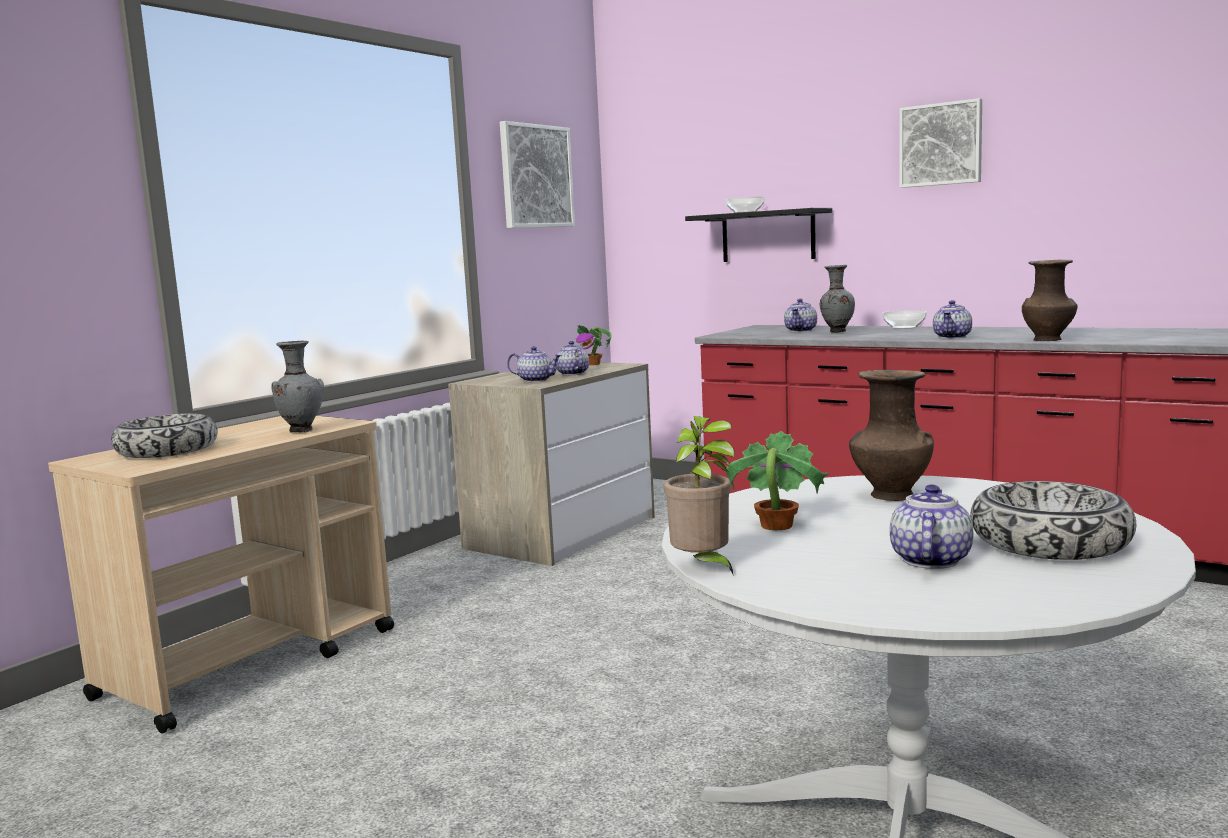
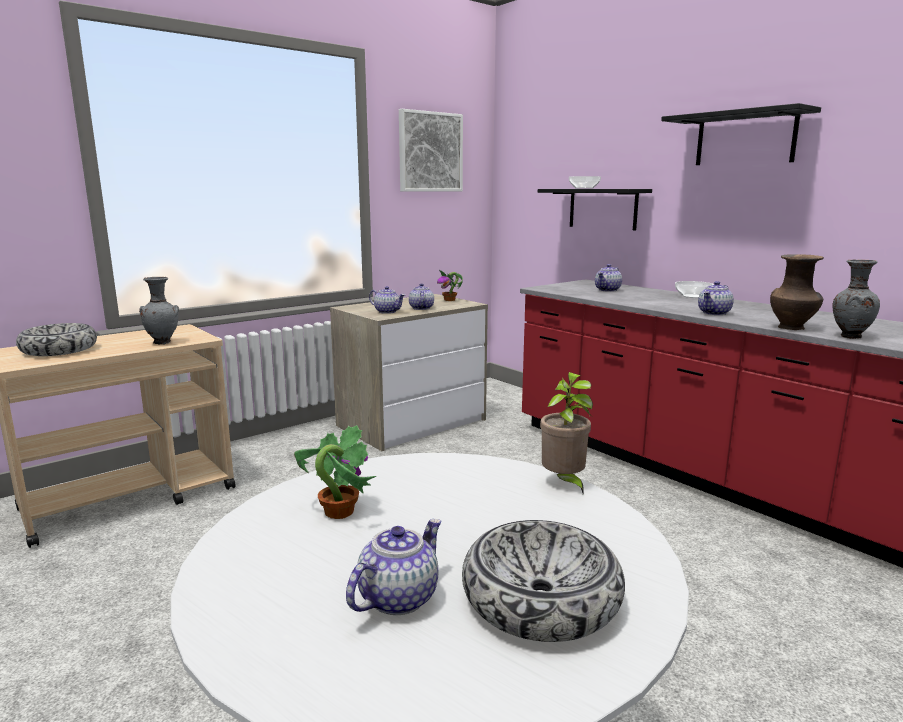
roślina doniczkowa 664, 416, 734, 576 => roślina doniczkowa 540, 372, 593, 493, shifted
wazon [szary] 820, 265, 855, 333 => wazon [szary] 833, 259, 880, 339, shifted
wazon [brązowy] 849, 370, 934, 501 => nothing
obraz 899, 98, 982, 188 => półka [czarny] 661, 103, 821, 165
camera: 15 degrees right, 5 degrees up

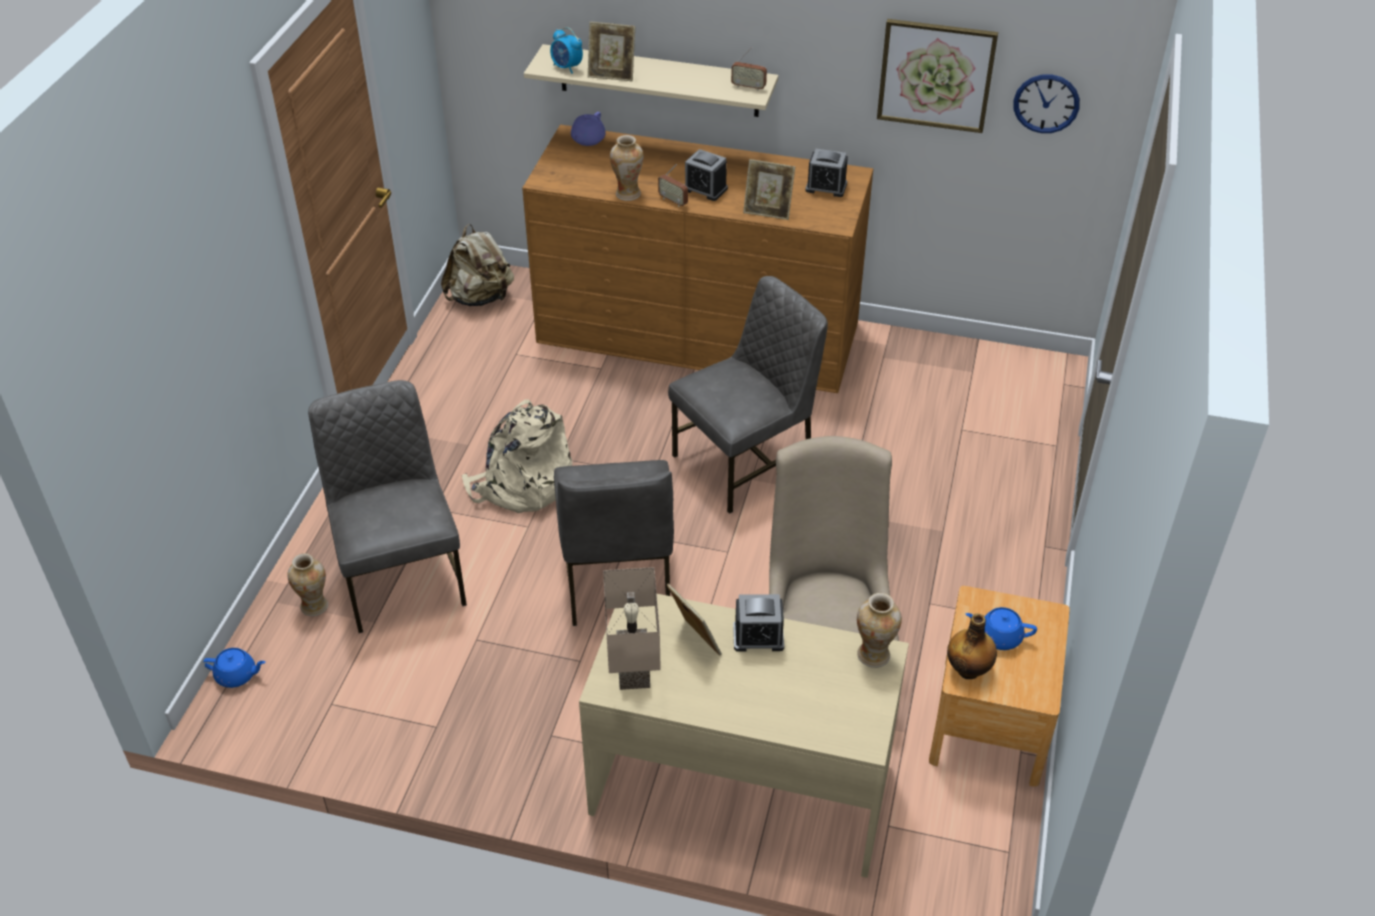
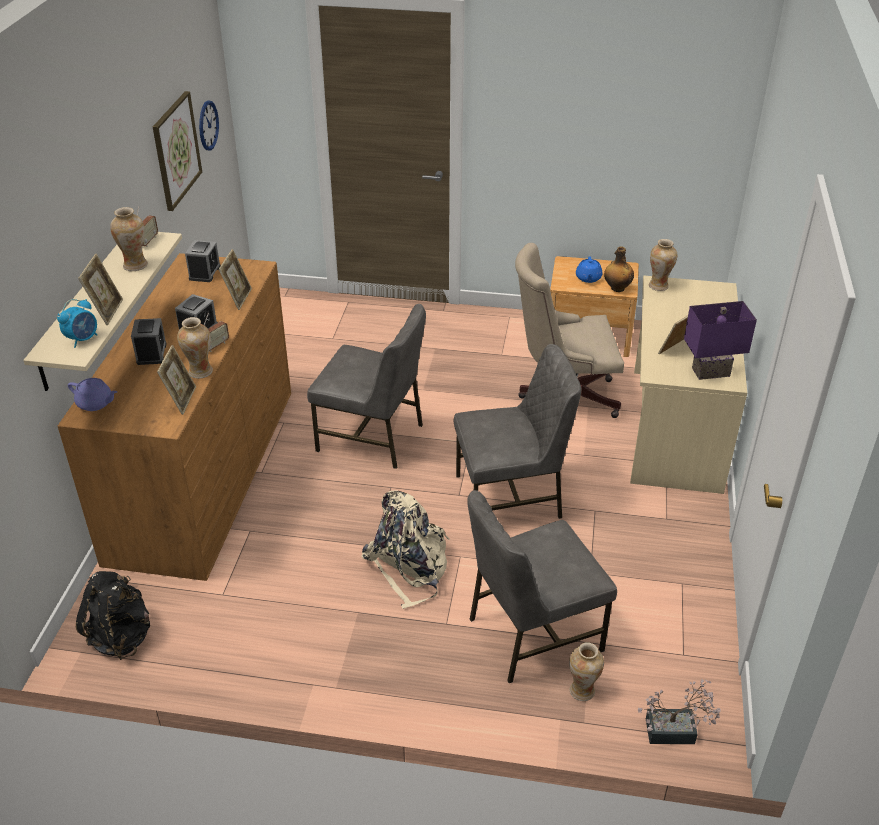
imbryk [niebieski] 203, 648, 265, 688 => roślina doniczkowa 638, 679, 721, 744
plecak [beżowy] 441, 224, 514, 306 => plecak [czarny] 76, 571, 150, 660
lampa stołowa [beżowy] 603, 567, 661, 690 => lampa stołowa [fioletowy] 684, 301, 757, 380
krzesło [szary] 668, 276, 828, 514 => krzesło [szary] 307, 304, 426, 469, 150 degrees clockwise
budzik 733, 594, 784, 651 => budzik 131, 318, 166, 365, shifted
nothing => wazon 110, 207, 148, 271
nothing => ramka na zdjęcie 157, 345, 196, 415
camera: 95 degrees left, 5 degrees down

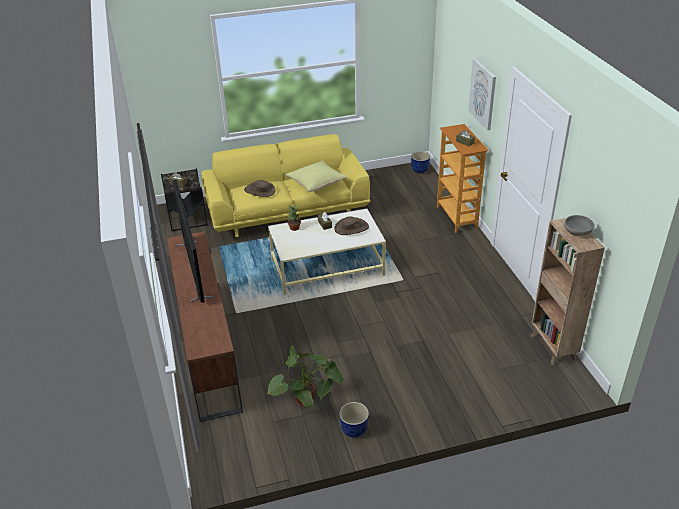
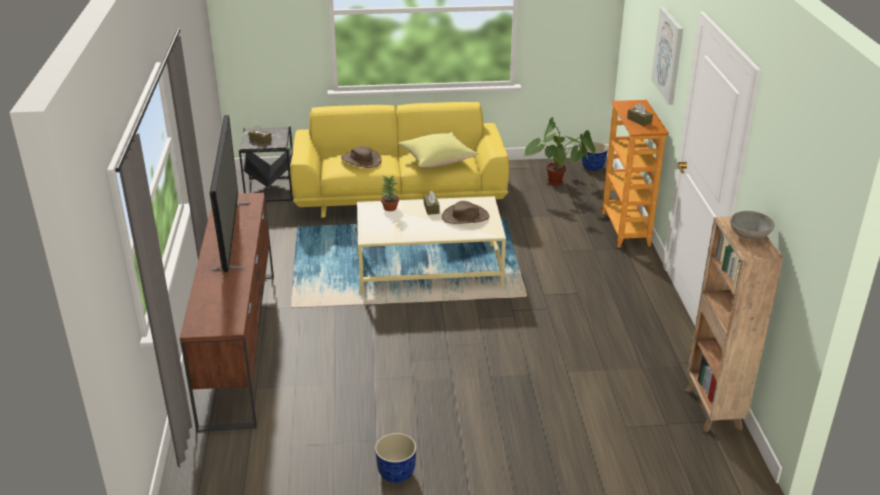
roślina doniczkowa 267, 346, 343, 408 => roślina doniczkowa 523, 117, 596, 186, shifted
camera: 10 degrees right, 5 degrees down

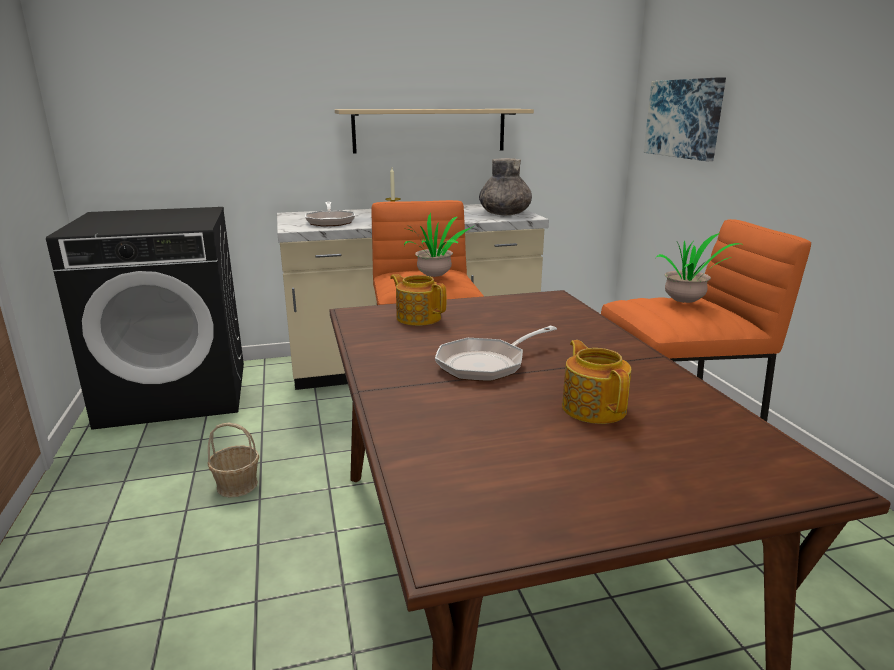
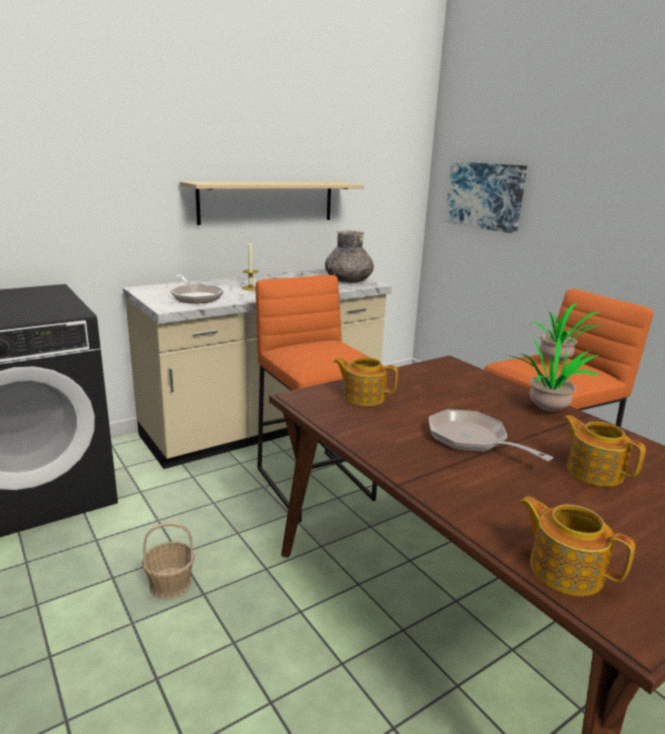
roślina doniczkowa 404, 212, 474, 278 => roślina doniczkowa 507, 336, 600, 412, shifted
patelnia 435, 326, 557, 382 => patelnia 429, 409, 553, 461, 105 degrees clockwise
nothing => imbryk 520, 496, 635, 596
camera: 20 degrees left, 0 degrees up

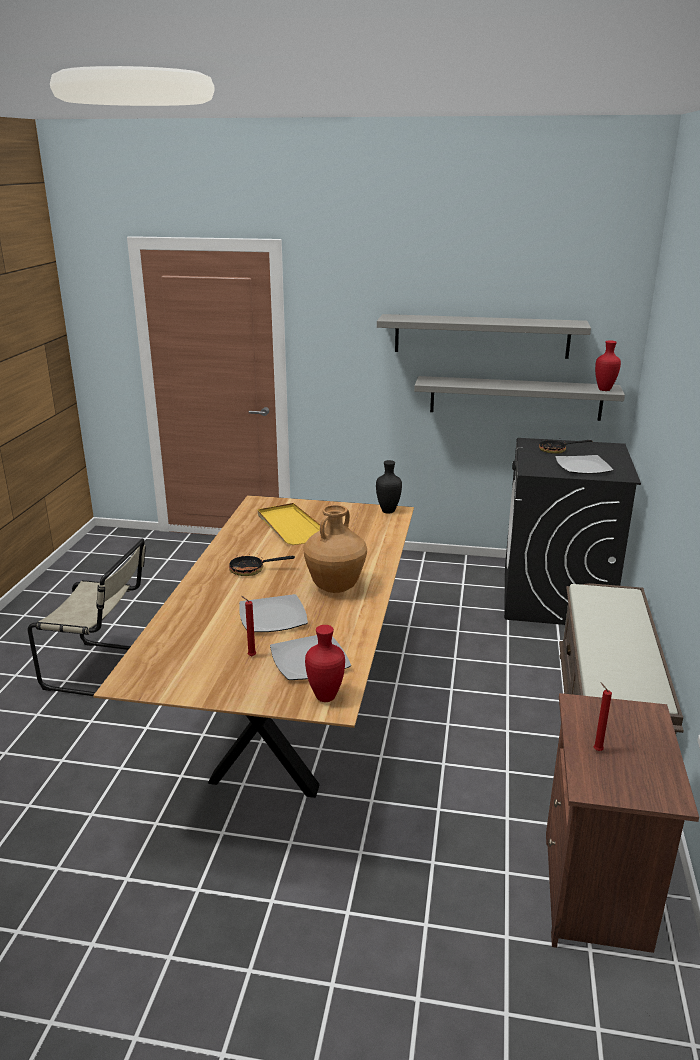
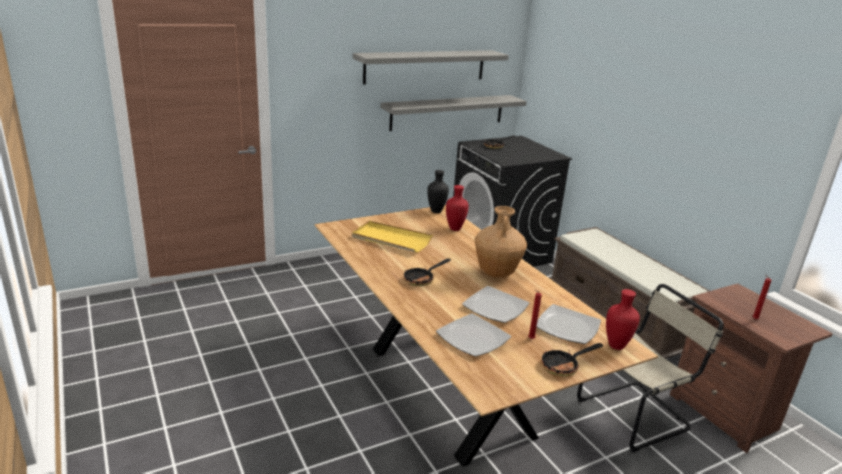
krzesło [beżowy] 28, 539, 146, 696 => krzesło [beżowy] 577, 284, 724, 452, shifted
talerz 555, 455, 613, 474 => talerz 436, 313, 511, 356, shifted
wazon [czerwony] 595, 341, 621, 391 => wazon [czerwony] 446, 185, 469, 231, shifted
nothing => patelnia 542, 343, 603, 376
camera: 40 degrees left, 0 degrees up

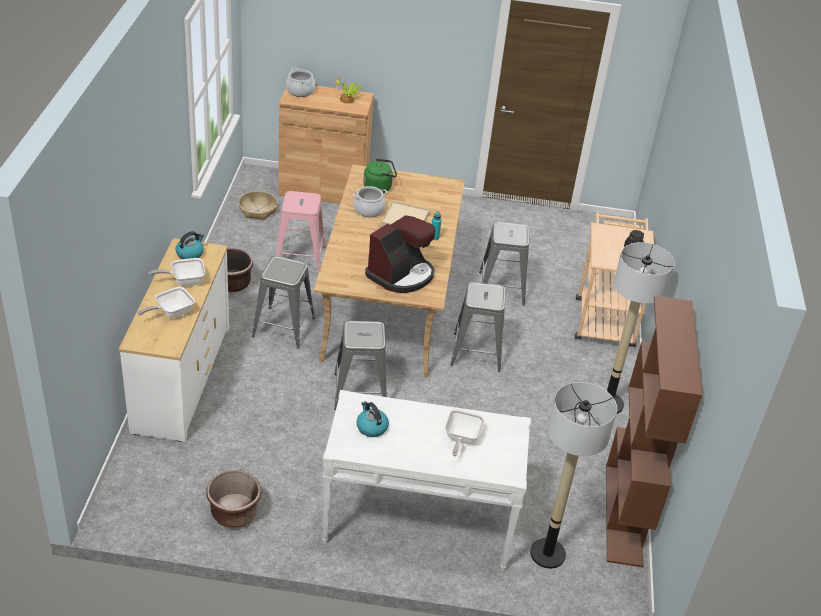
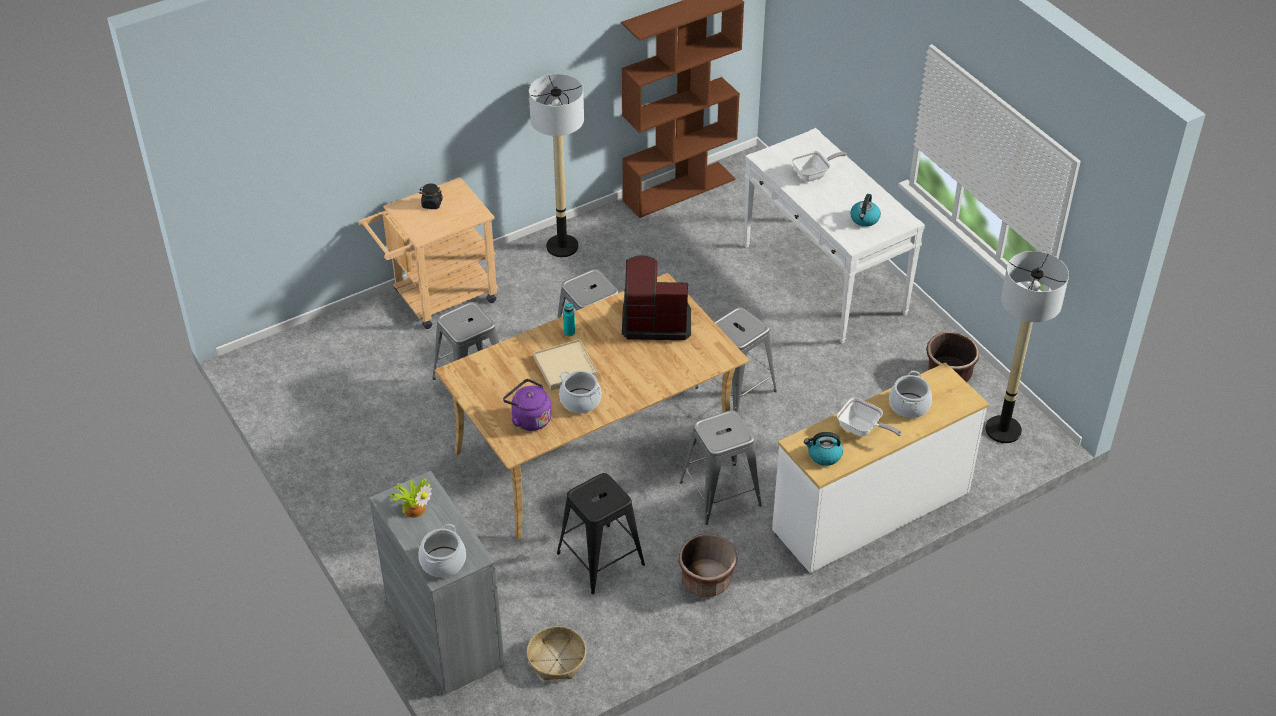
patelnia 138, 287, 195, 318 => garnek 889, 371, 932, 418
stołek [różowy] 276, 191, 326, 274 => stołek [czarny] 557, 473, 645, 594
szafka [brązowy] 278, 86, 374, 204 => szafka [szary] 369, 471, 505, 695
czajnik [zielony] 363, 159, 397, 193 => czajnik [fioletowy] 503, 379, 552, 431
lampa stojąca 530, 382, 617, 569 => lampa stojąca 985, 251, 1069, 443, shifted
camera: 125 degrees left, 5 degrees up

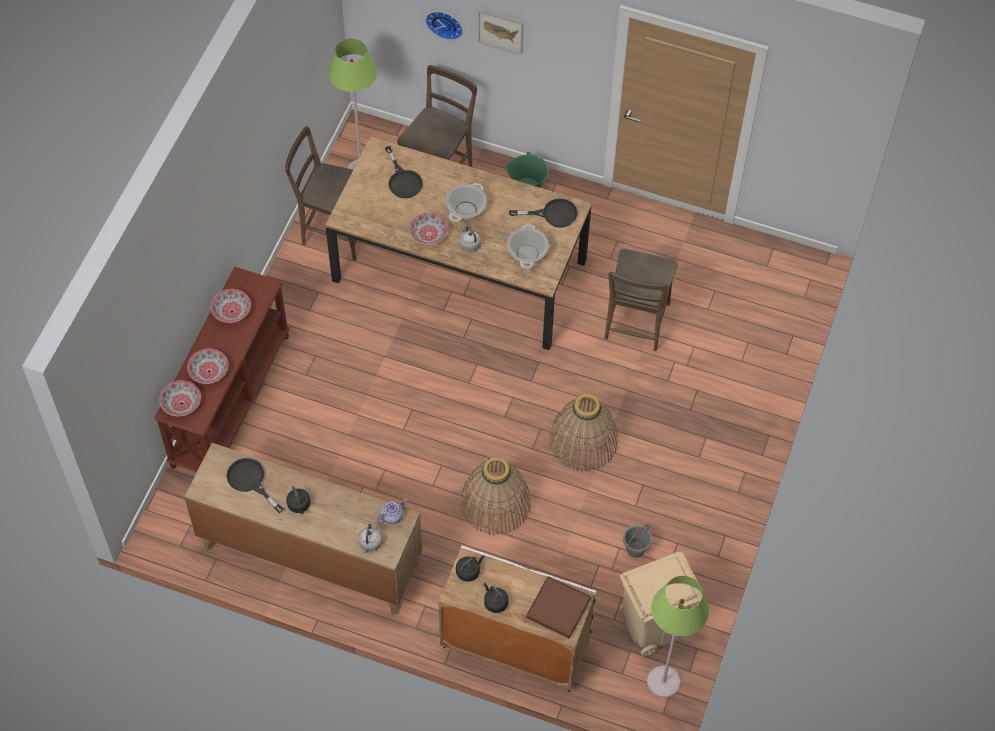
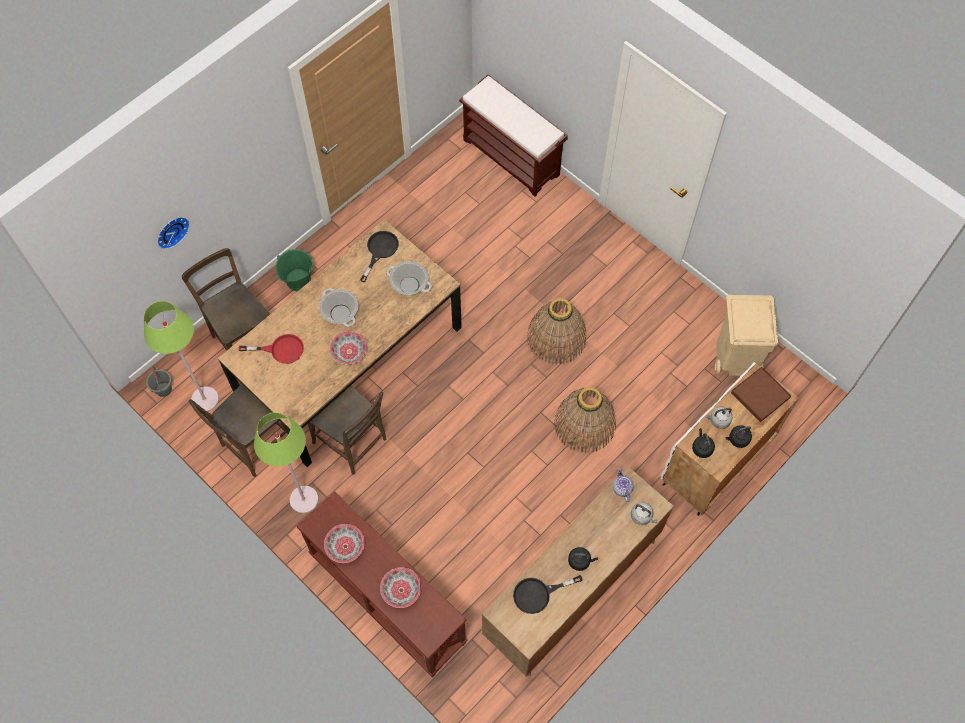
miska 159, 380, 201, 416 => nothing
patelnia [czarny] 385, 146, 423, 198 => patelnia [czerwony] 238, 334, 304, 364
czajnik [szary] 459, 224, 481, 252 => czajnik [szary] 705, 407, 733, 429, shifted
obraz 478, 10, 524, 55 => nothing
krzesło [brązowy] 604, 249, 678, 351 => krzesło [brązowy] 308, 386, 386, 475, shifted
wiadro [szary] 623, 524, 652, 558 => wiadro [szary] 146, 367, 172, 397, shifted
lampa stojąca [zielony] 647, 576, 709, 698 => lampa stojąca [zielony] 254, 412, 318, 514, shifted
nothing => ławka [brązowy] 459, 75, 568, 197
camera: 65 degrees left, 5 degrees up

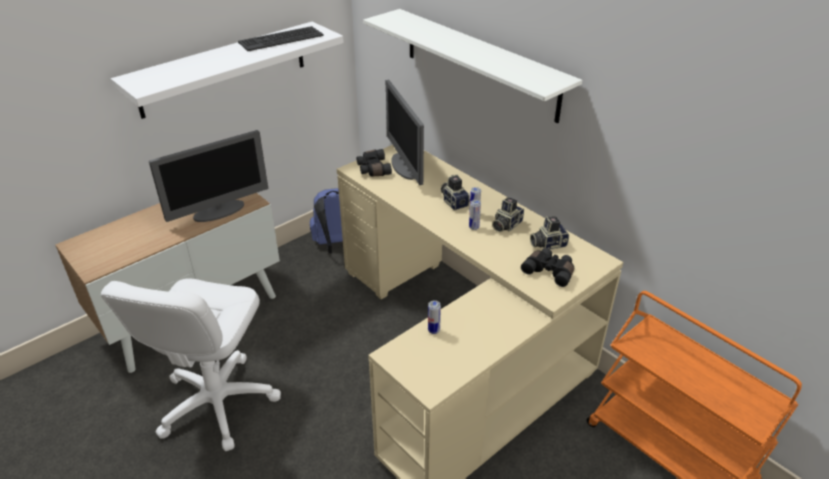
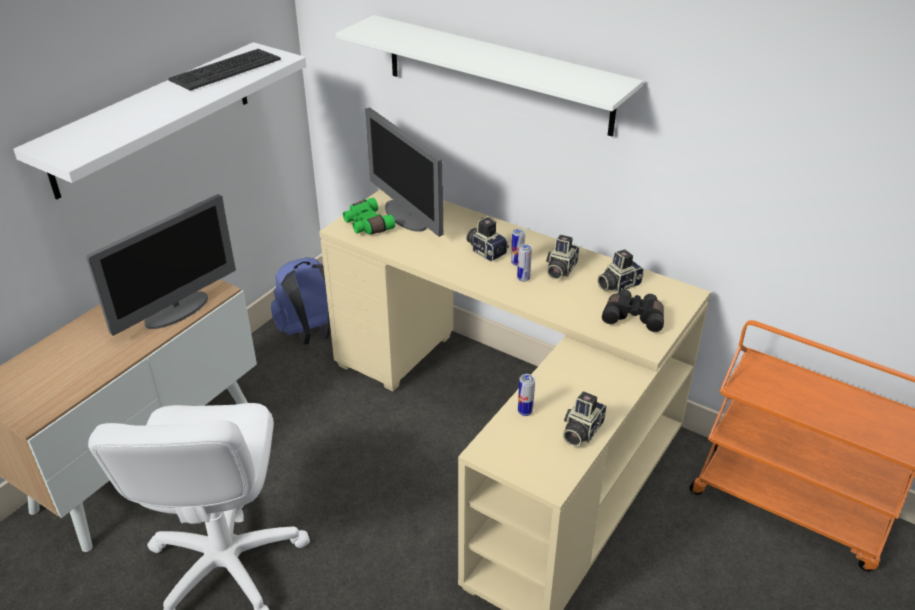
lornetka [czarny] 356, 149, 392, 176 => lornetka [zielony] 343, 198, 395, 235
nothing => aparat fotograficzny 563, 391, 606, 447
camera: 15 degrees left, 0 degrees up

